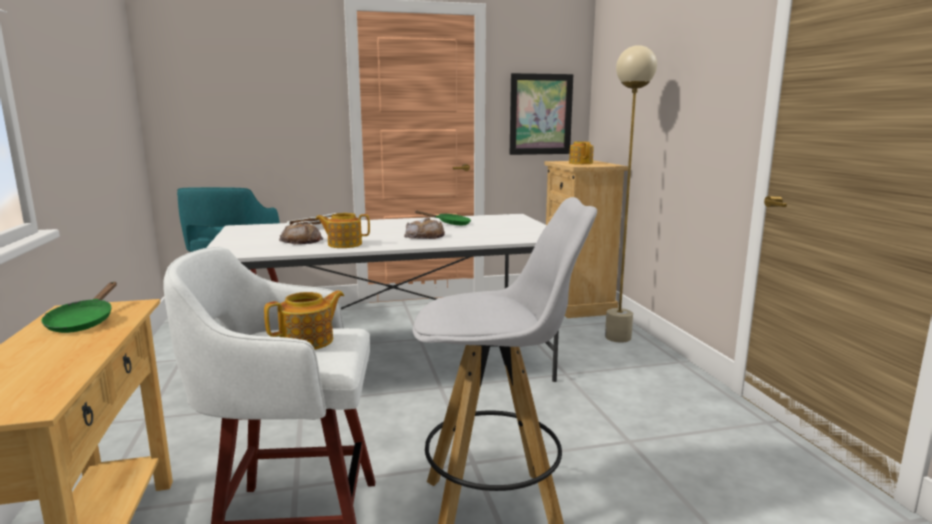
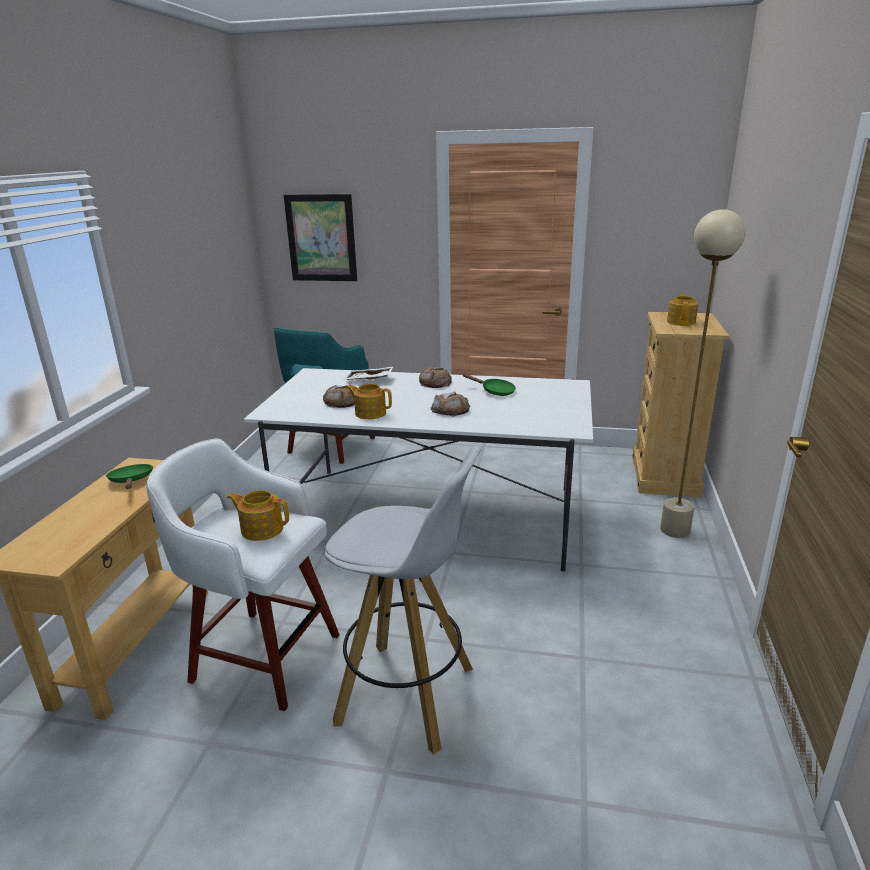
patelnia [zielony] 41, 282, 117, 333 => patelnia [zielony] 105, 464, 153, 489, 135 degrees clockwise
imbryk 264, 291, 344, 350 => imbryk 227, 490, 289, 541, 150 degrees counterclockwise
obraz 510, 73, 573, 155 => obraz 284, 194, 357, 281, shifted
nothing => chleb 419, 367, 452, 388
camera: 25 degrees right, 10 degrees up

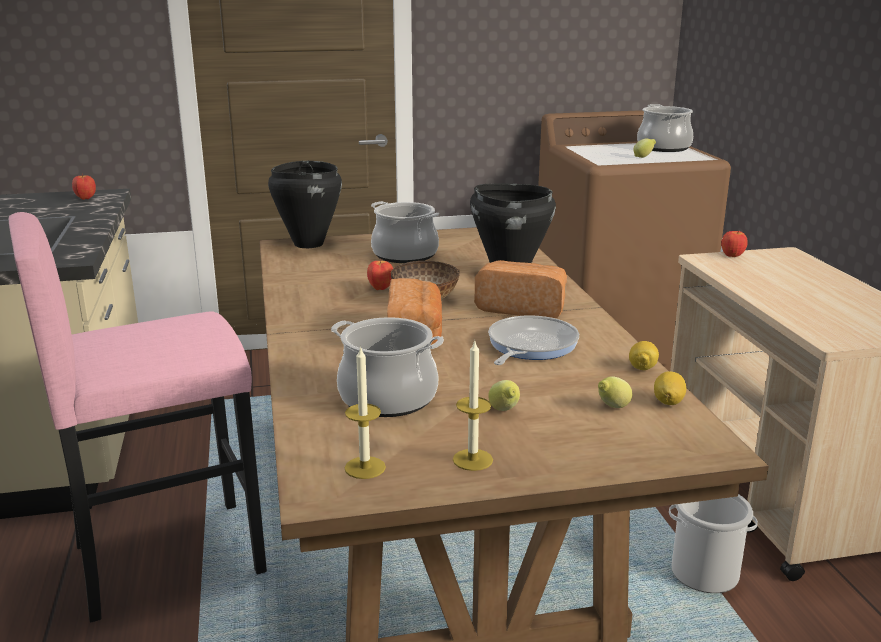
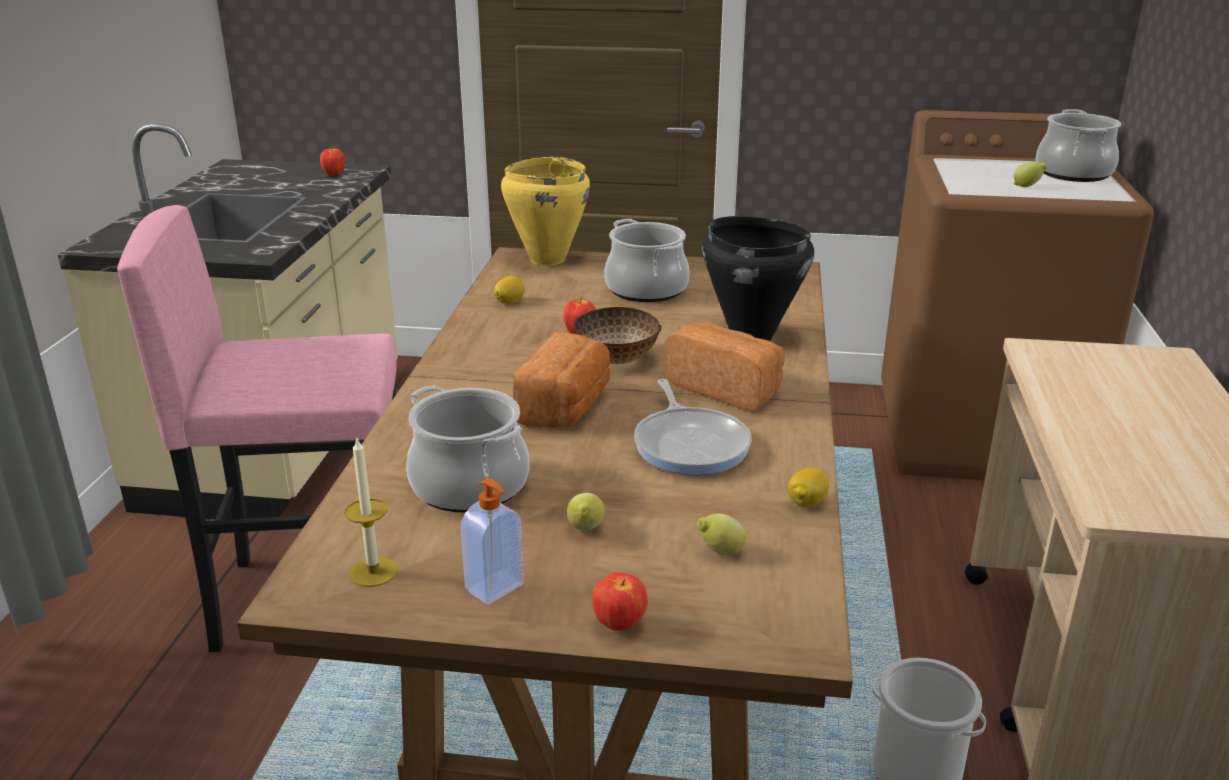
garnek [czarny] 268, 160, 342, 248 => garnek [żółty] 501, 157, 590, 266
świeca 453, 339, 493, 471 => dozownik mydła 460, 478, 524, 605
patelnia 488, 315, 579, 365 => patelnia 634, 379, 752, 475, 120 degrees clockwise
cytryna 654, 371, 686, 405 => cytryna 494, 276, 525, 304, shifted
jabłko 721, 231, 748, 257 => jabłko 592, 572, 648, 631, shifted
camera: 20 degrees right, 5 degrees up

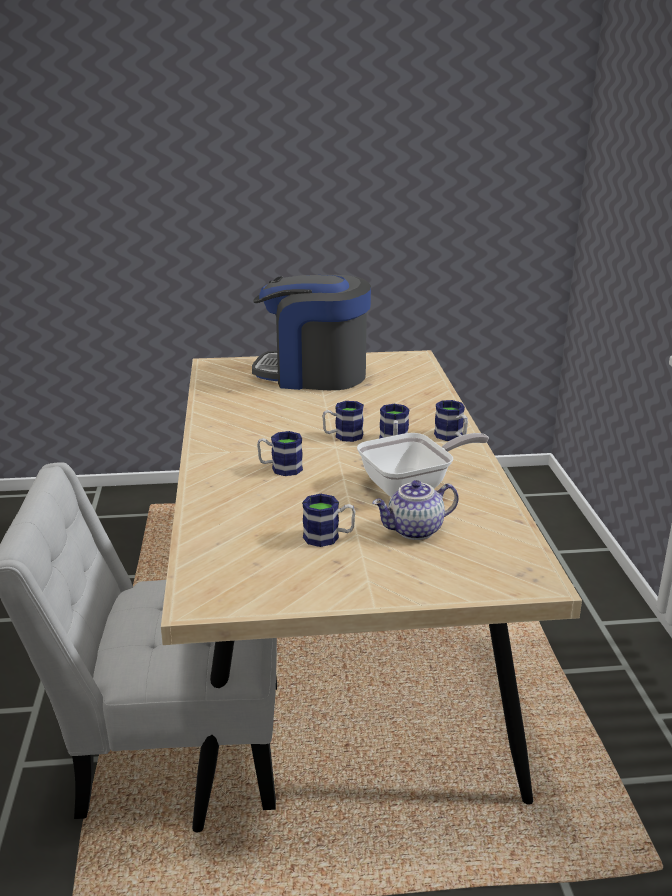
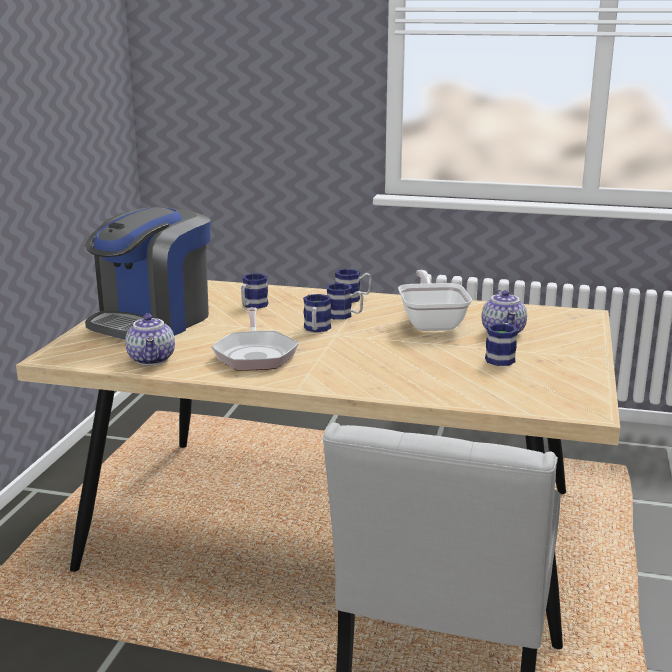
kubek 257, 431, 303, 476 => kubek 241, 273, 268, 309, shifted
nothing => imbryk 125, 313, 175, 365
nothing => patelnia 211, 307, 299, 371
camera: 70 degrees left, 5 degrees down

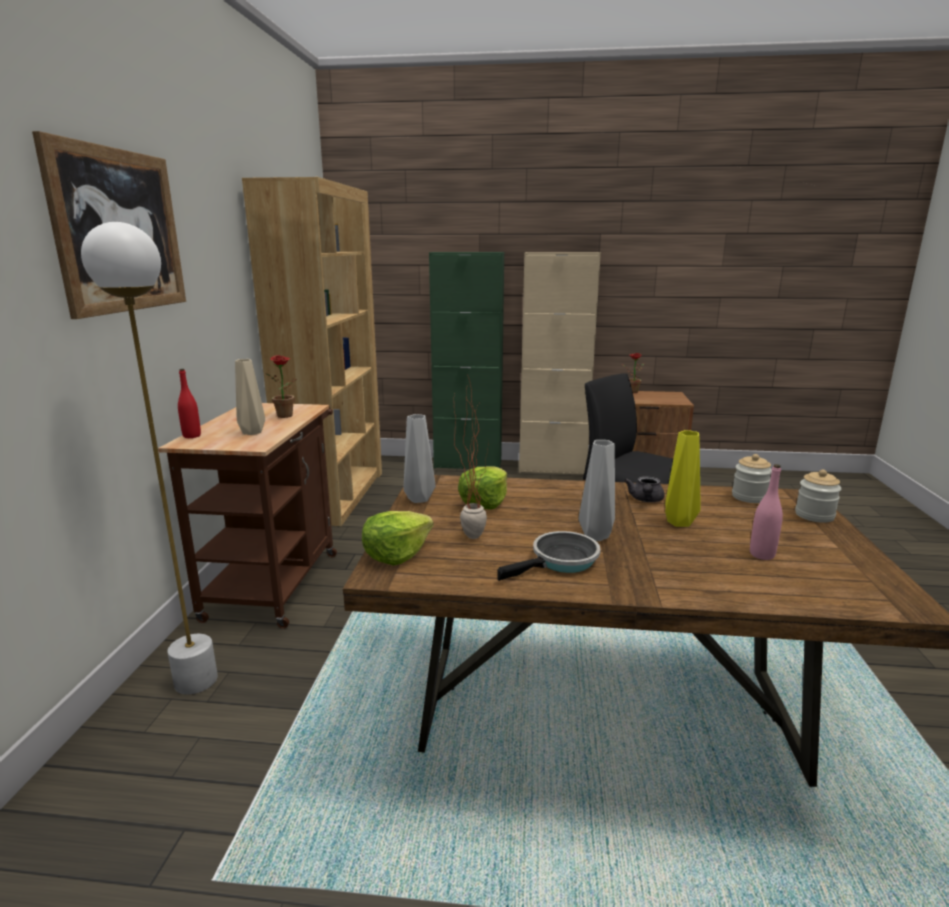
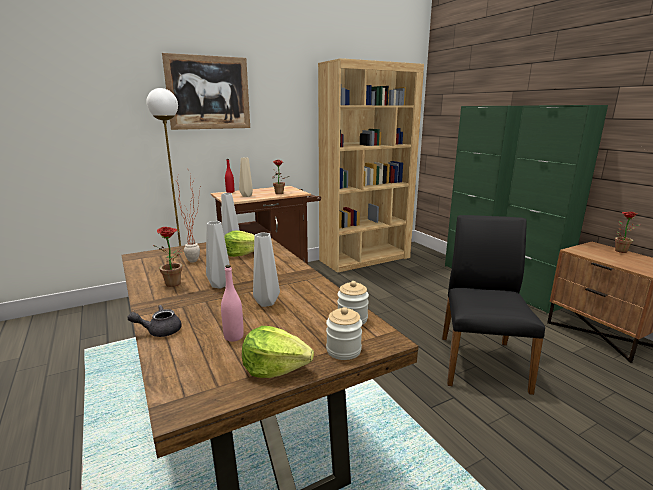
sałata 362, 511, 434, 566 => sałata 242, 326, 314, 378, shifted
patelnia 497, 531, 601, 581 => roślina doniczkowa 153, 227, 184, 287
szafka [beżowy] 519, 252, 601, 474 => szafka [zielony] 506, 105, 608, 314
imbryk [szary] 624, 476, 665, 502 => imbryk [szary] 127, 305, 182, 337, shifted
wazon [żółty] 665, 430, 701, 527 => wazon [szary] 253, 232, 280, 307
camera: 55 degrees right, 0 degrees up

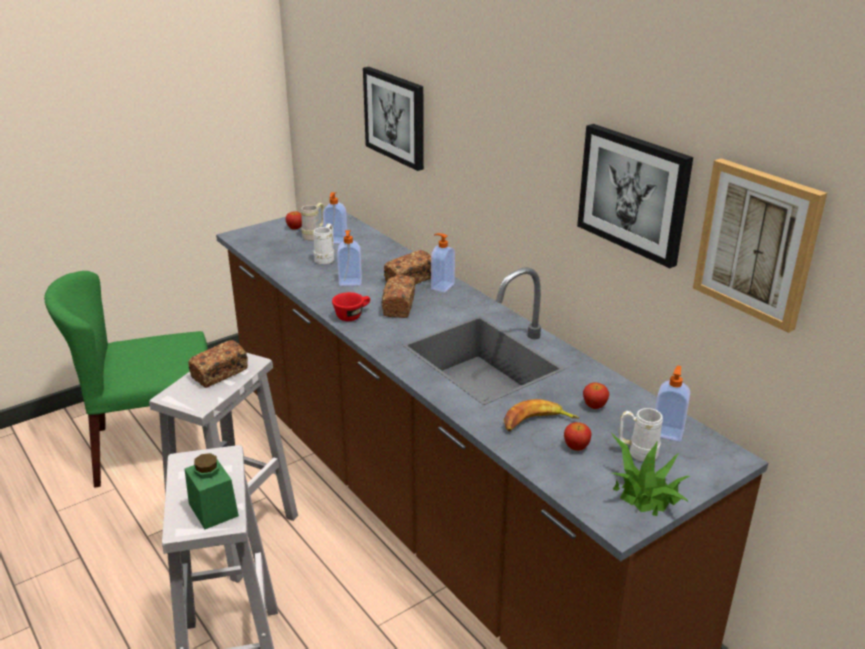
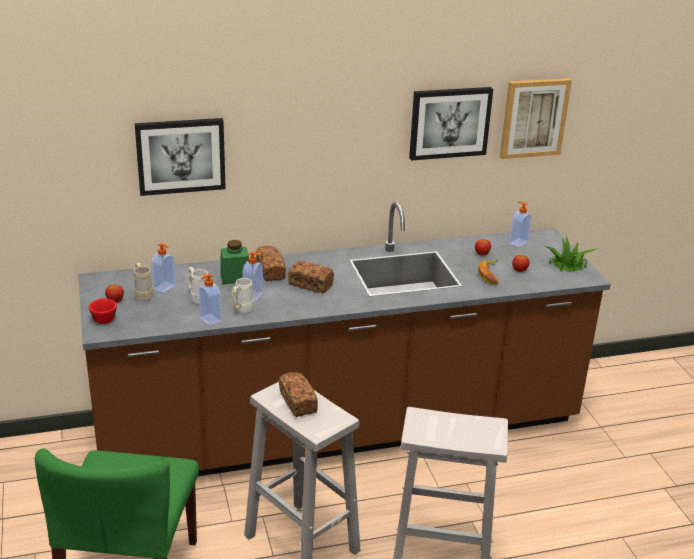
słoik [zielony] 185, 453, 239, 529 => słoik [zielony] 220, 240, 249, 284, shifted
filiżanka [czerwony] 332, 292, 370, 321 => filiżanka [czerwony] 89, 298, 117, 324, shifted
dozownik mydła 431, 233, 455, 293 => dozownik mydła 198, 274, 222, 326, shifted
kubek [biały] 619, 408, 663, 462 => kubek [biały] 232, 278, 254, 313, shifted
camera: 70 degrees left, 0 degrees up

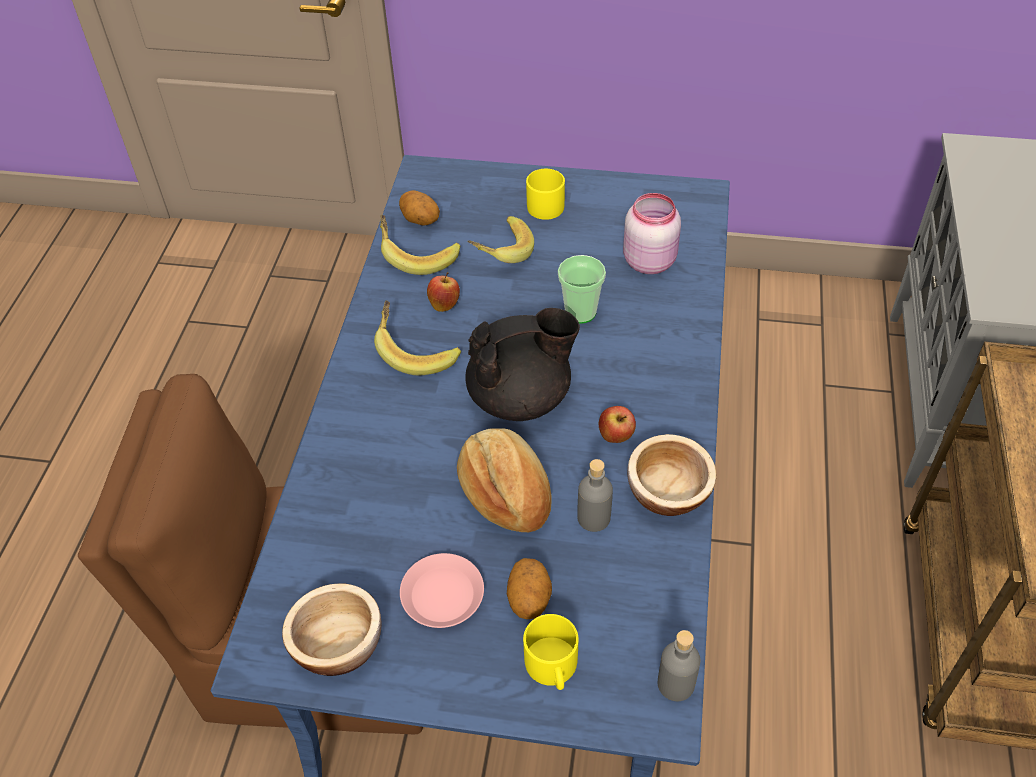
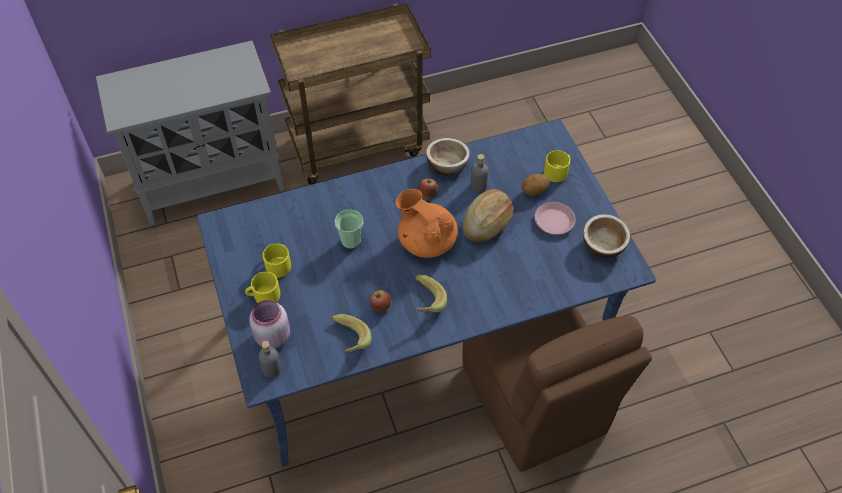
ziemniak 399, 190, 440, 226 => nothing
imbryk [czarny] 465, 308, 580, 421 => imbryk [pomarańczowy] 396, 189, 458, 258
banan 468, 216, 534, 263 => nothing
słoik [różowy] 623, 193, 681, 274 => słoik [różowy] 249, 300, 290, 349, shifted
butelka [szary] 658, 630, 700, 701 => butelka [szary] 258, 341, 281, 378, shifted
nothing => kubek [żółty] 263, 244, 291, 278
camera: 120 degrees left, 5 degrees up

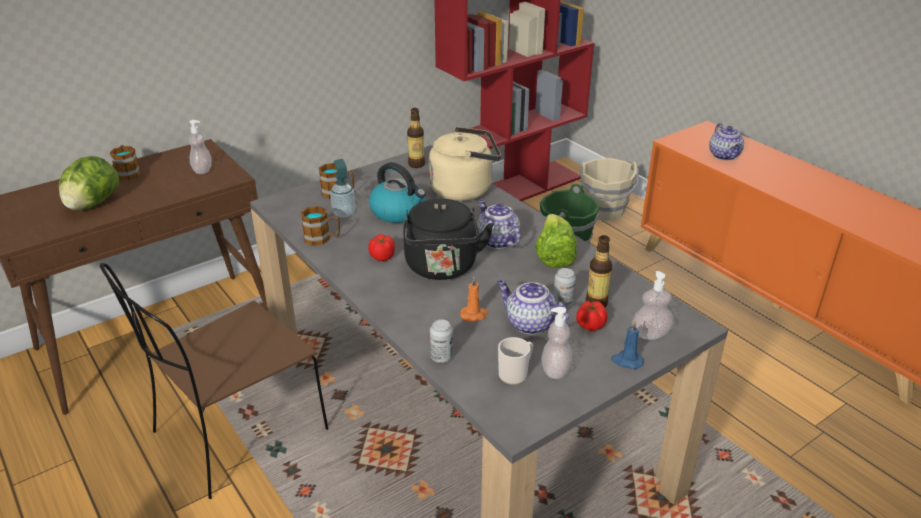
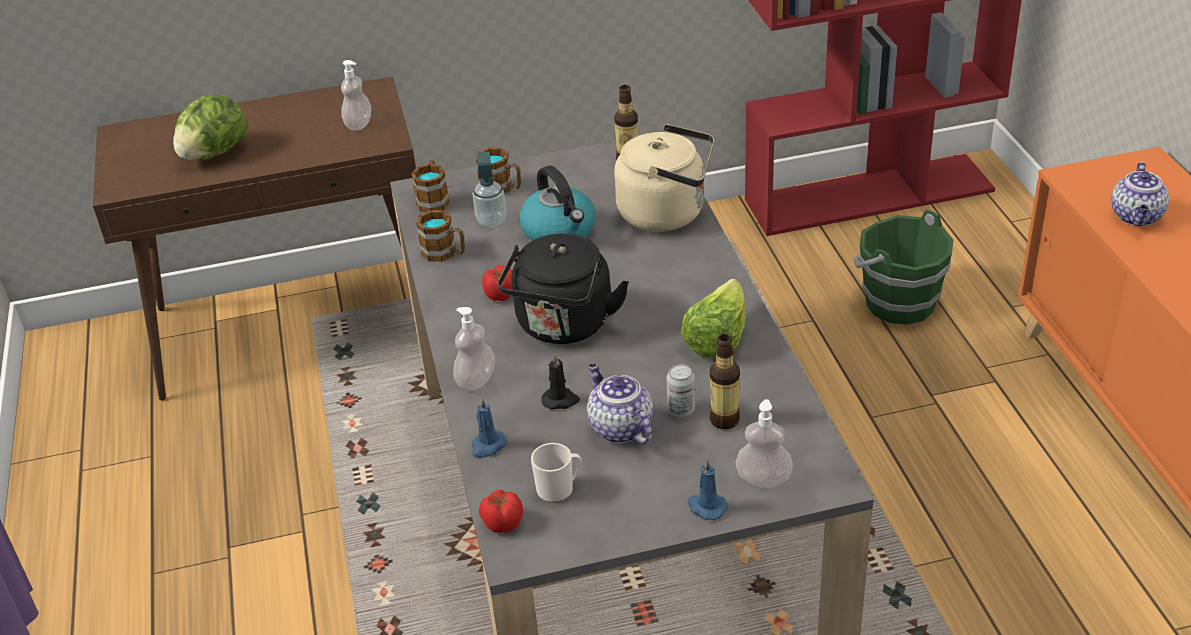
krzesło [brązowy] 100, 263, 328, 499 => nothing
kubek 110, 145, 141, 180 => kubek 411, 160, 450, 213, shifted
puszka 430, 319, 453, 363 => świeca [niebieski] 471, 398, 507, 458
świeca [pomarańczowy] 460, 277, 488, 322 => świeca [czarny] 541, 353, 580, 410
imbryk 477, 199, 521, 249 => nothing
dozownik mydła 542, 307, 572, 379 => dozownik mydła 453, 307, 495, 390, shifted
pomidor 576, 301, 607, 331 => pomidor 479, 489, 523, 533, shifted
wiadro [beżowy] 580, 158, 639, 221 => nothing
camera: 25 degrees right, 5 degrees up

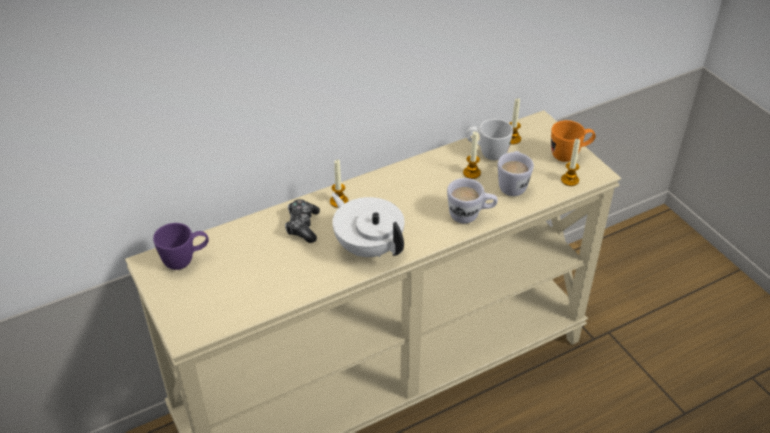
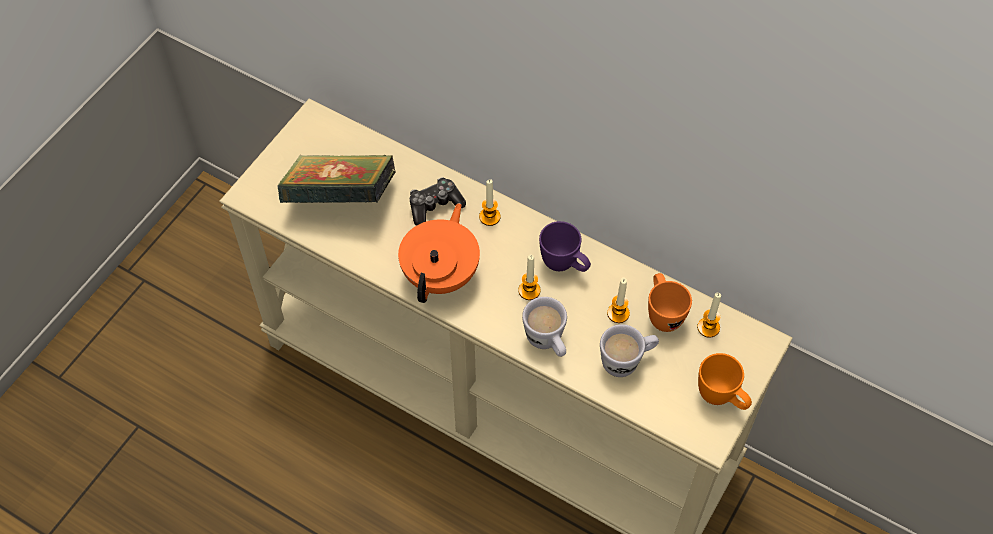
kubek [fioletowy] 153, 223, 209, 270 => kubek [fioletowy] 539, 221, 591, 272, shifted
imbryk [biały] 332, 193, 404, 257 => imbryk [pomarańczowy] 398, 203, 480, 303
kubek [biały] 466, 119, 513, 160 => kubek [pomarańczowy] 648, 273, 692, 332
świeca 561, 139, 580, 186 => świeca 518, 254, 541, 300, shifted
nothing => książka 278, 155, 396, 203
camera: 60 degrees right, 15 degrees up

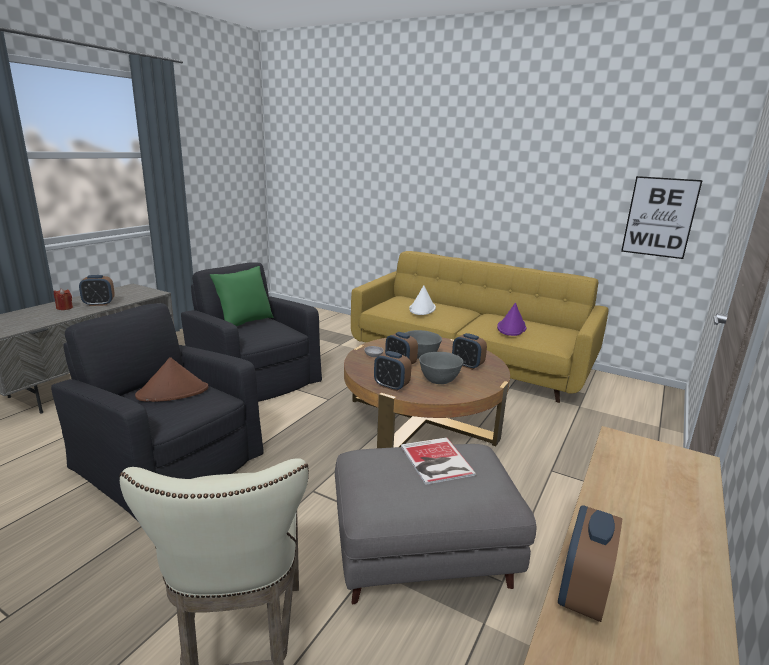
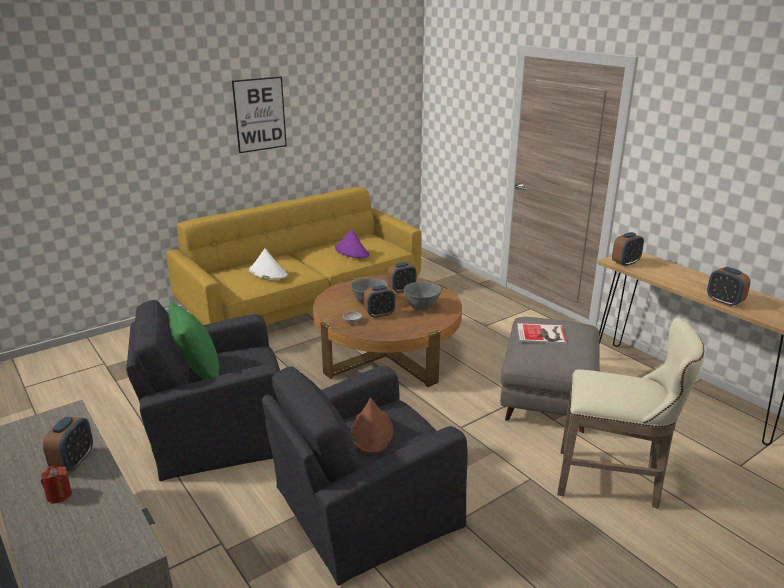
budzik 374, 351, 411, 391 => budzik 612, 232, 644, 267, shifted
obraz 621, 176, 703, 259 => obraz 232, 76, 287, 153, shifted
camera: 65 degrees left, 5 degrees up

